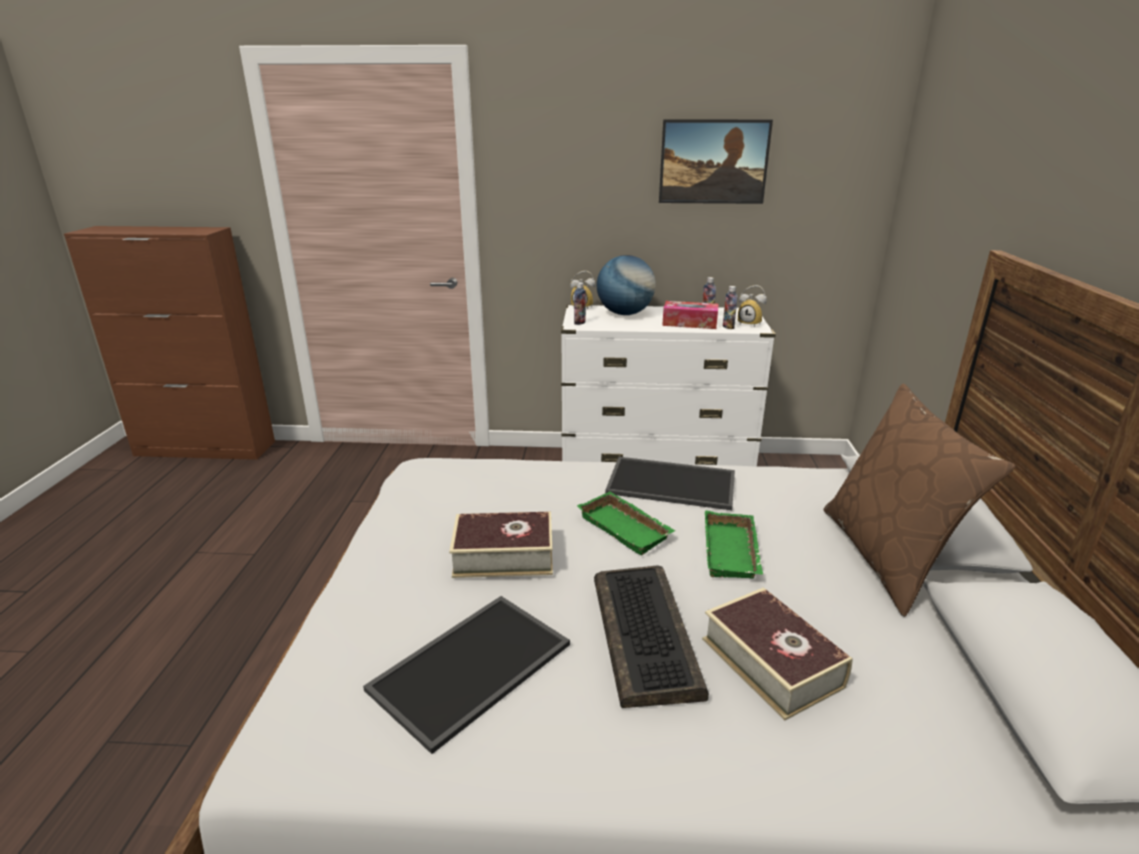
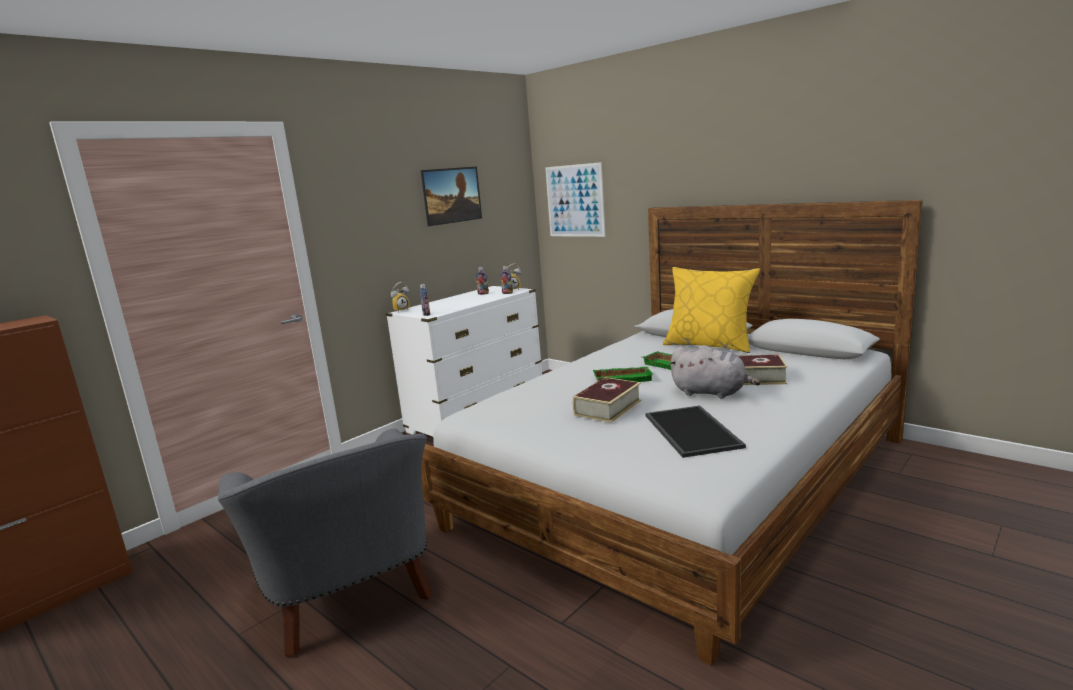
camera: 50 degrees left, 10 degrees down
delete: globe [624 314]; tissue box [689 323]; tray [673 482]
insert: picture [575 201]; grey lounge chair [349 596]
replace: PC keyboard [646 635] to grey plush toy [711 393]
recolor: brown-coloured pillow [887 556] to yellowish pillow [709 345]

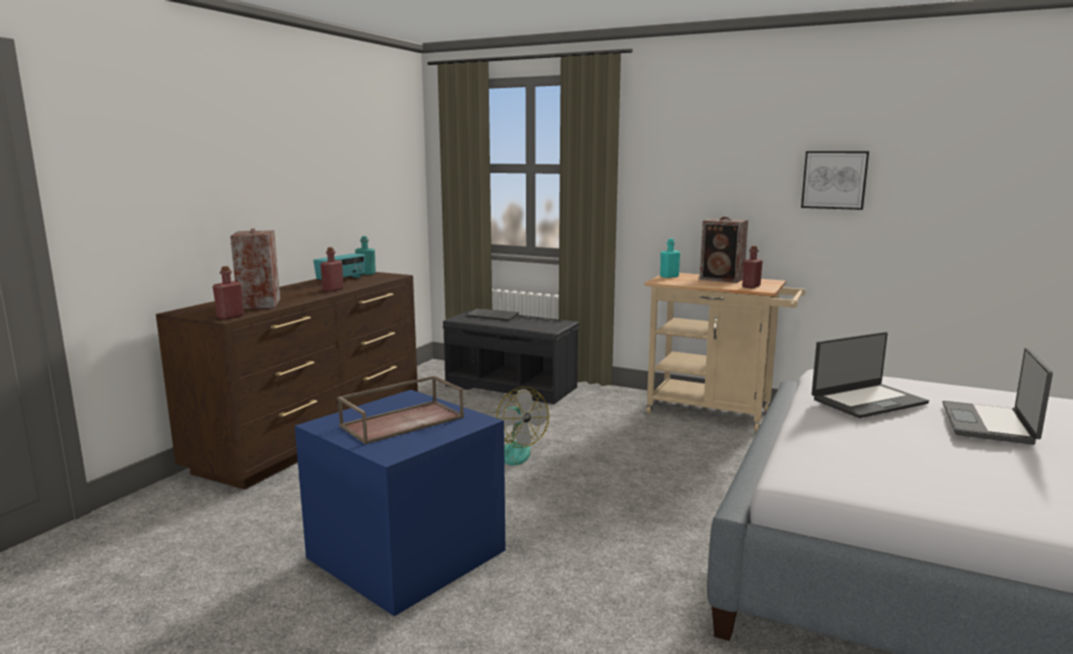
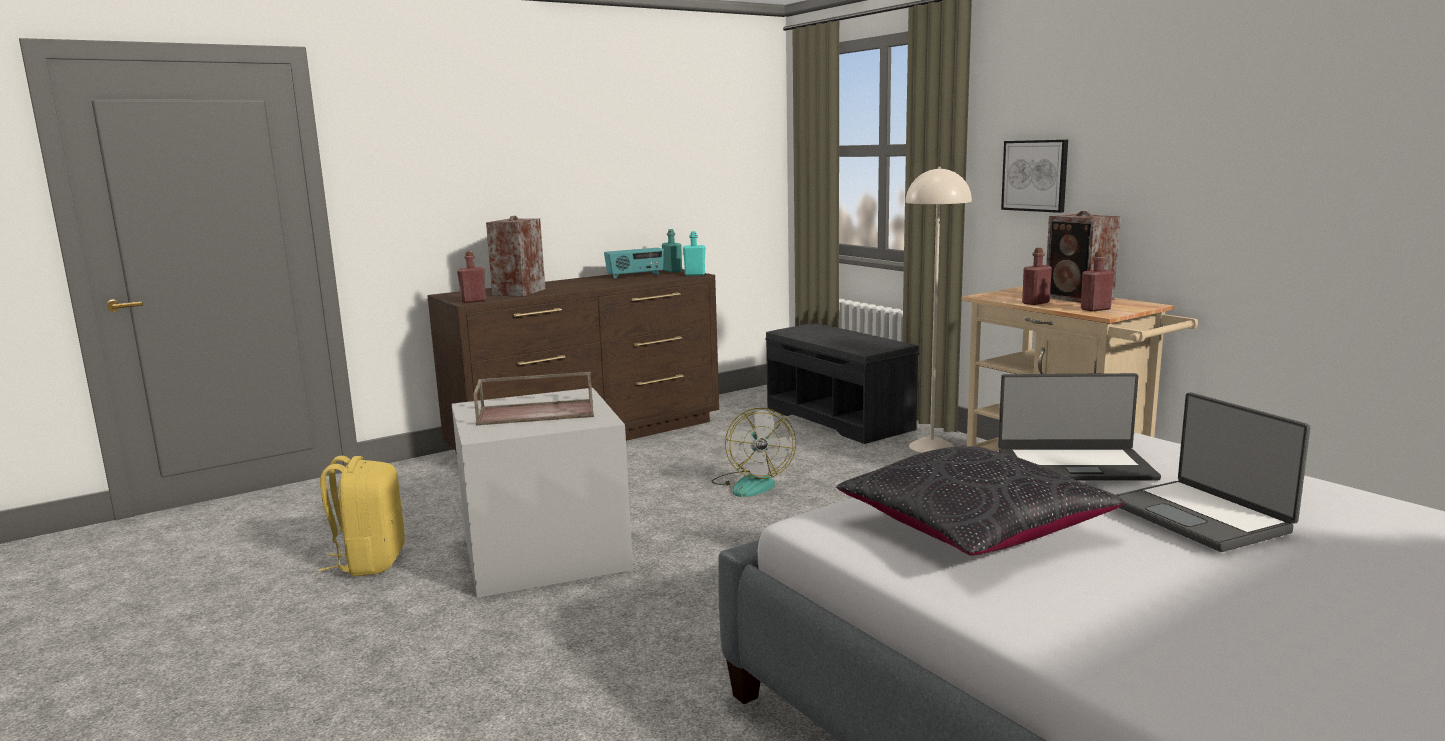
camera: 30 degrees right, 0 degrees up
delete: PC keyboard [493 316]
insert: sand-coloured standard lamp [932 446]; black-coloured pillow [974 528]; yellowish knapsack [370 562]
move: picture [834 180] to [1035 175]; turquoise-coloured bottle [669 276] to [695 274]; red bottle [333 289] to [1035 303]
recolor: bluish storage container [403 554] to grey storage container [542 551]
rotate: portable computer [990 424] = [1201 517] 75 degrees counterclockwise

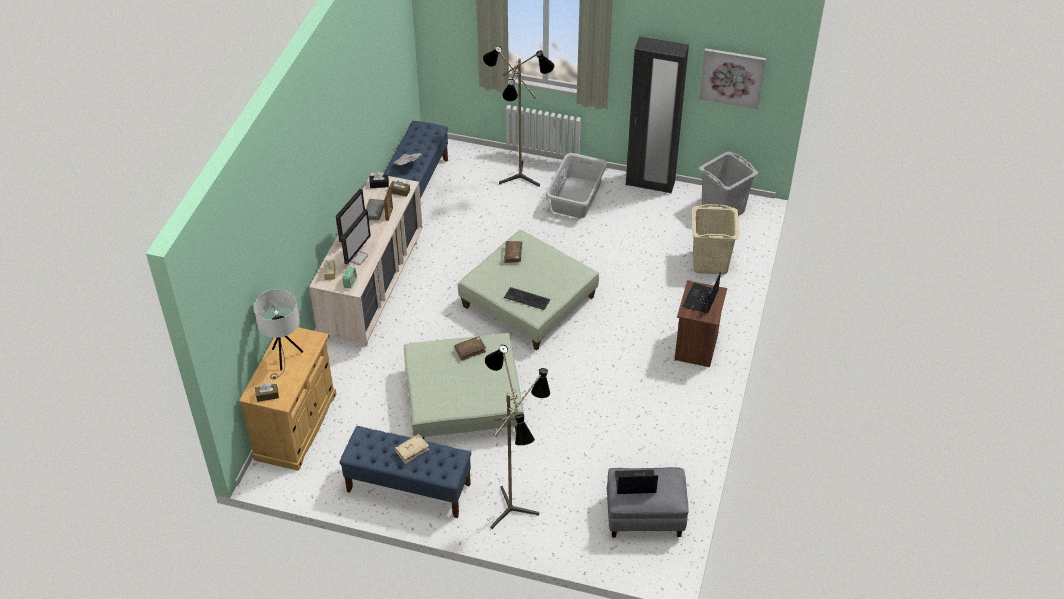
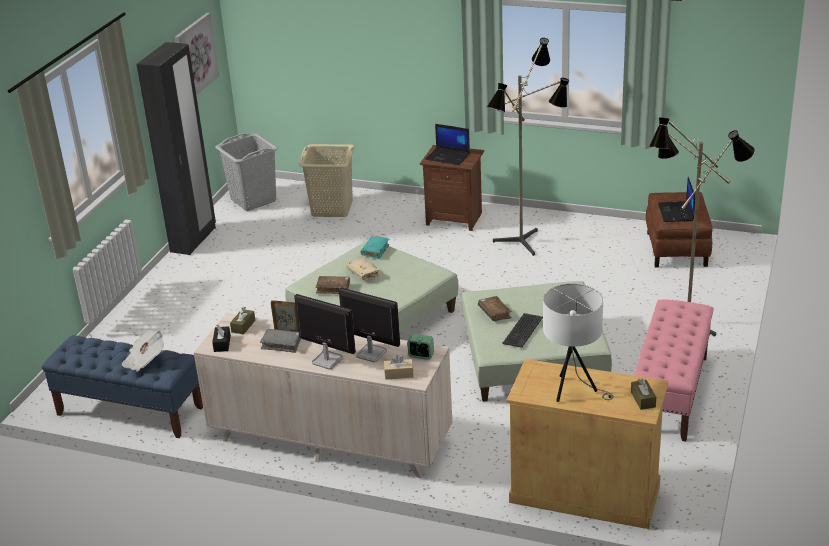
camera: 85 degrees left, 15 degrees down
delete: grey hamper [576 197]
insert: turquoise-coloured bound book [375 251]
move: standard lamp [518 180] to [526 244]; PC keyboard [527 298] to [522 330]; sand-coloured bound book [412 451] to [363 273]
recolor: bluish long seat [408 488] to pink long seat [670 394]; grey ottoman [644 516] to brown-coloured ottoman [677 249]

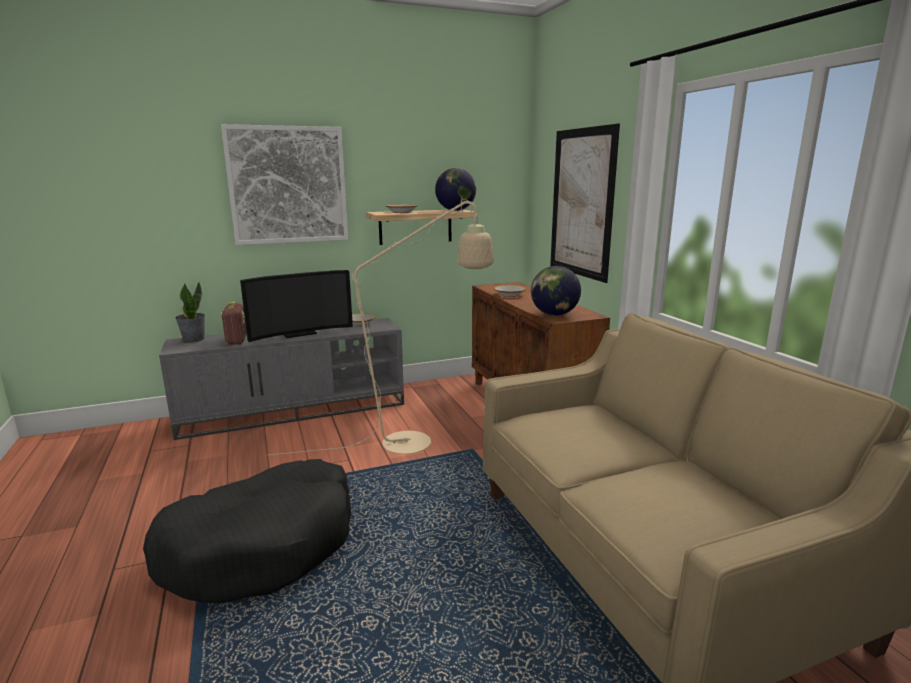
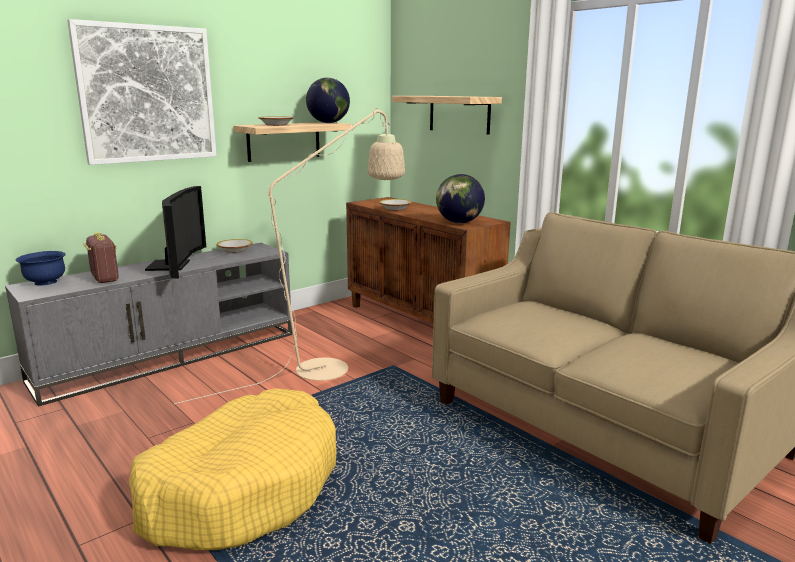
camera: 20 degrees left, 0 degrees up
replace: picture [581 203] to wall shelf [459 114]; plant in a pot [193 339] to bluish deep dish [45 282]
recolor: black-coloured pet bed [263 546] to yellowish pet bed [242 487]
rotate: TV [299 333] = [174 265] 45 degrees counterclockwise

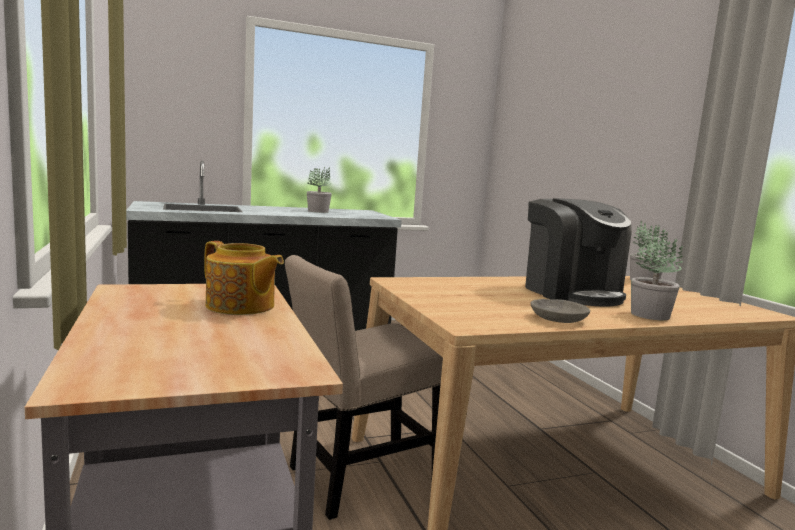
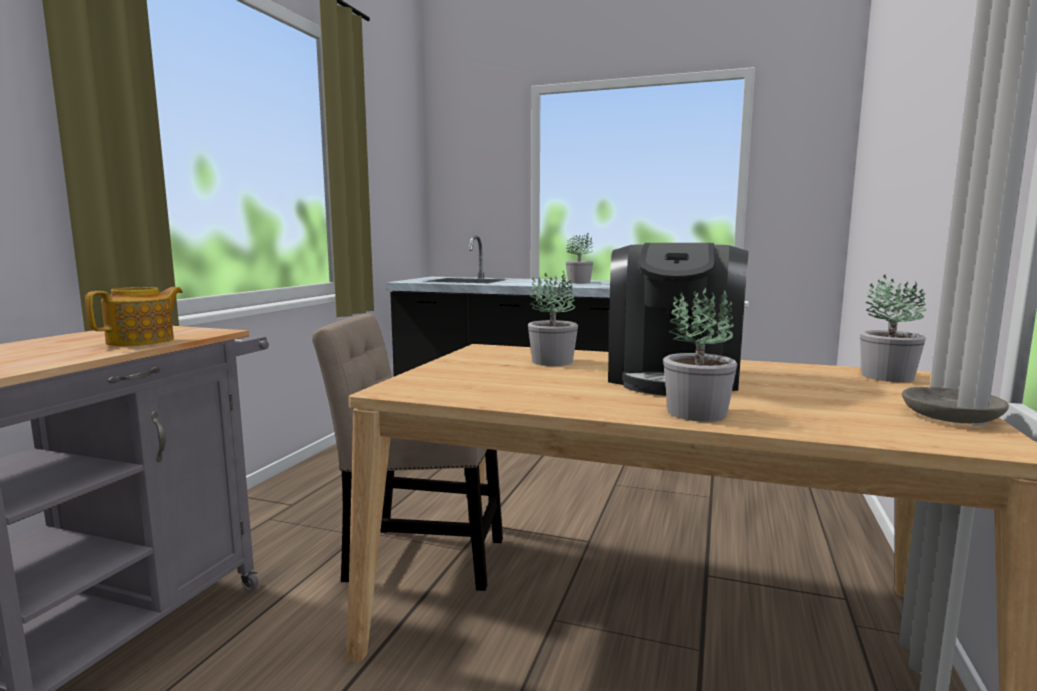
camera: 40 degrees right, 0 degrees up
insert: plant in a pot [552 361]
move: grey deep dish [558 318] to [951 417]
rotate: pot for tea [240 306] = [142 341] 135 degrees counterclockwise

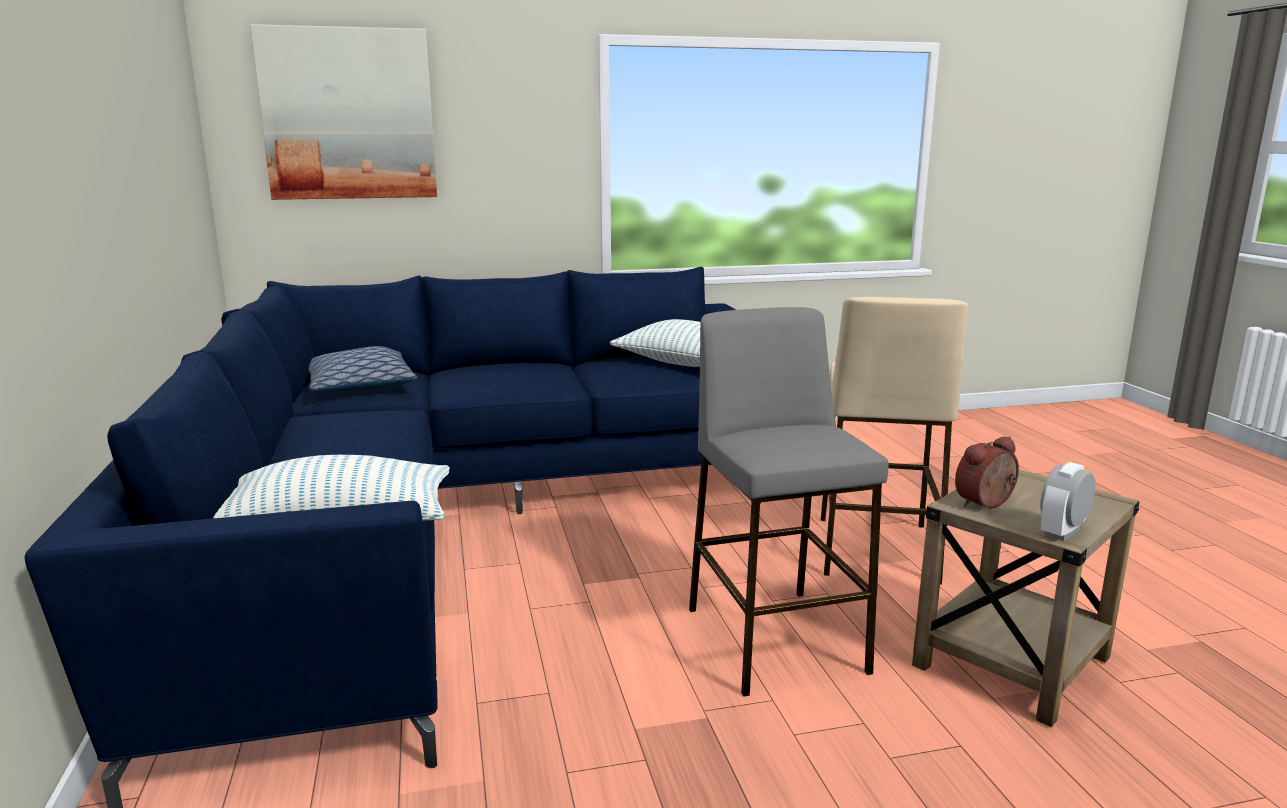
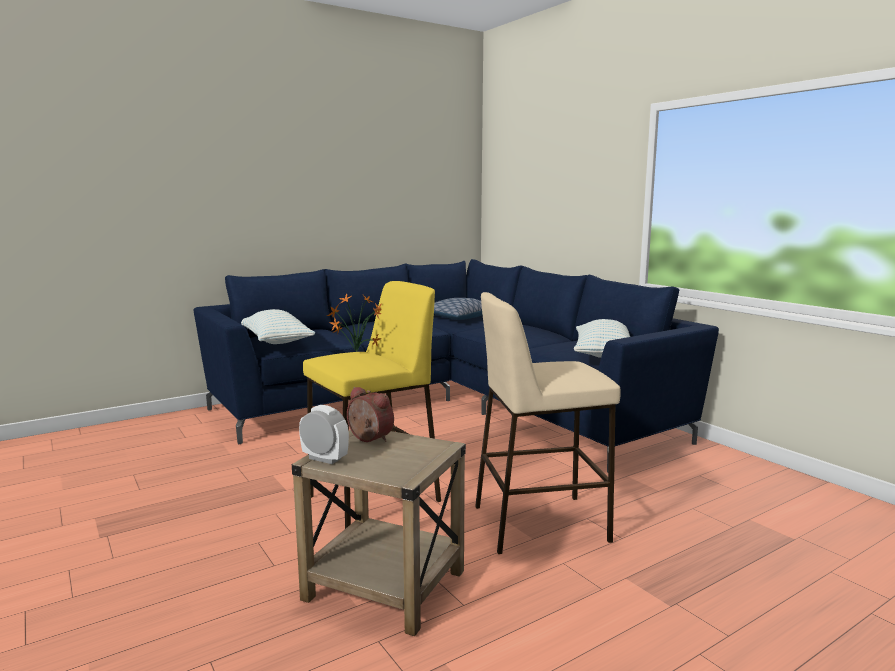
camera: 70 degrees right, 5 degrees down
delete: picture [348 114]
insert: plant in a pot [355 352]
recolor: grey stool [774 638] to yellowish stool [375 498]

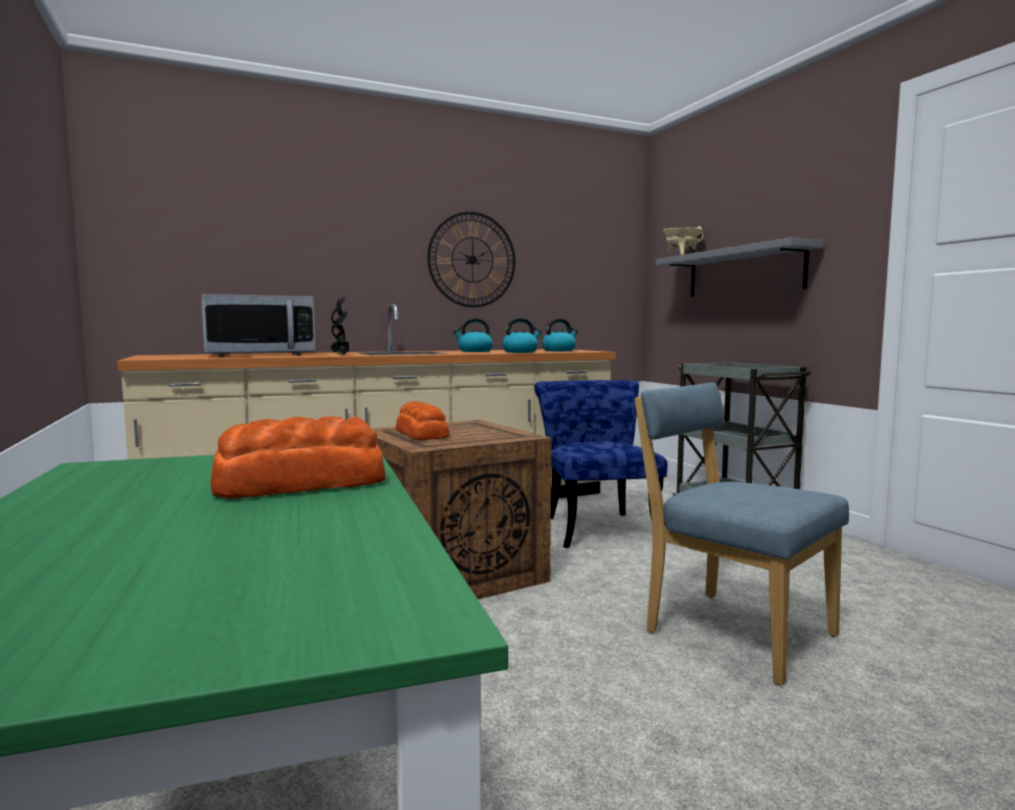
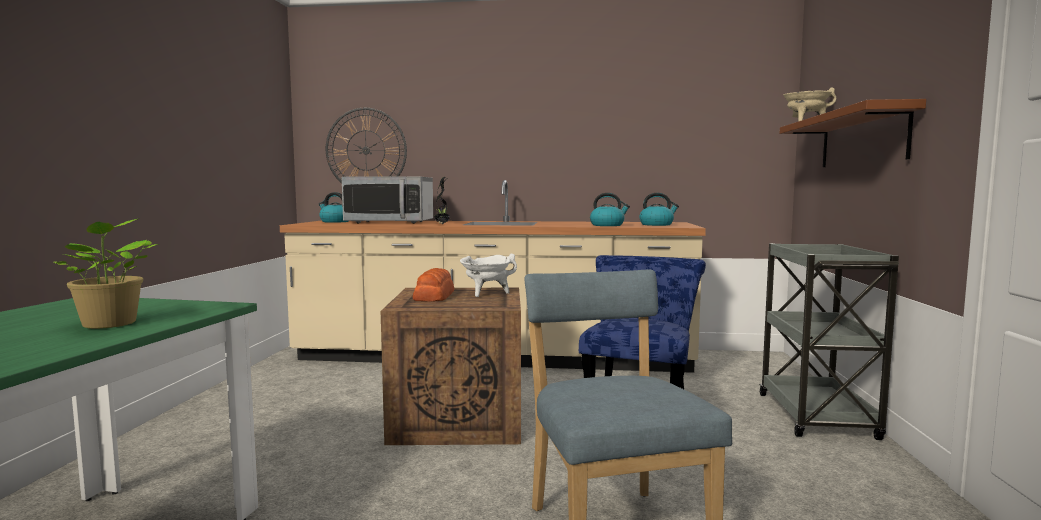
camera: 30 degrees right, 0 degrees up
insert: white stockpot [487 294]
move: clock on the wall [472 260] to [366 150]; kettle [474 351] to [335 221]
replace: baked bread [299 484] to plant in a pot [110 324]
recolor: grey wall shelf [744 272] to brown-coloured wall shelf [862 139]

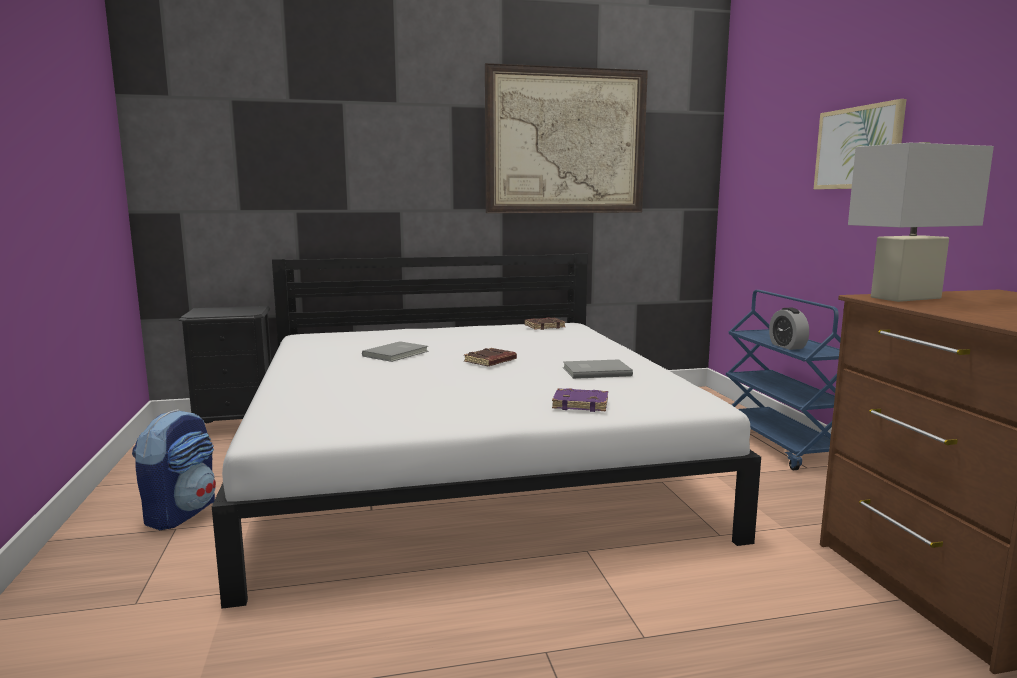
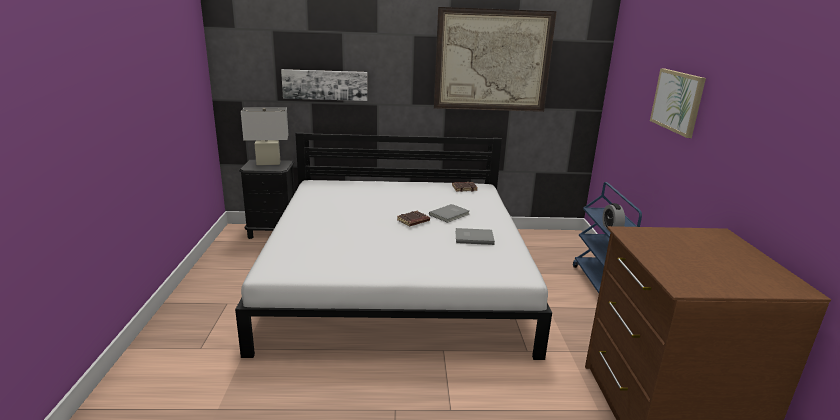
camera: 10 degrees right, 10 degrees up
delete: purple-coloured bound book [581 404]; knapsack [181 513]
insert: picture [325 85]
move: white tabletop lamp [905 298] to [268 163]; grey bound book [397 354] to [450 214]

